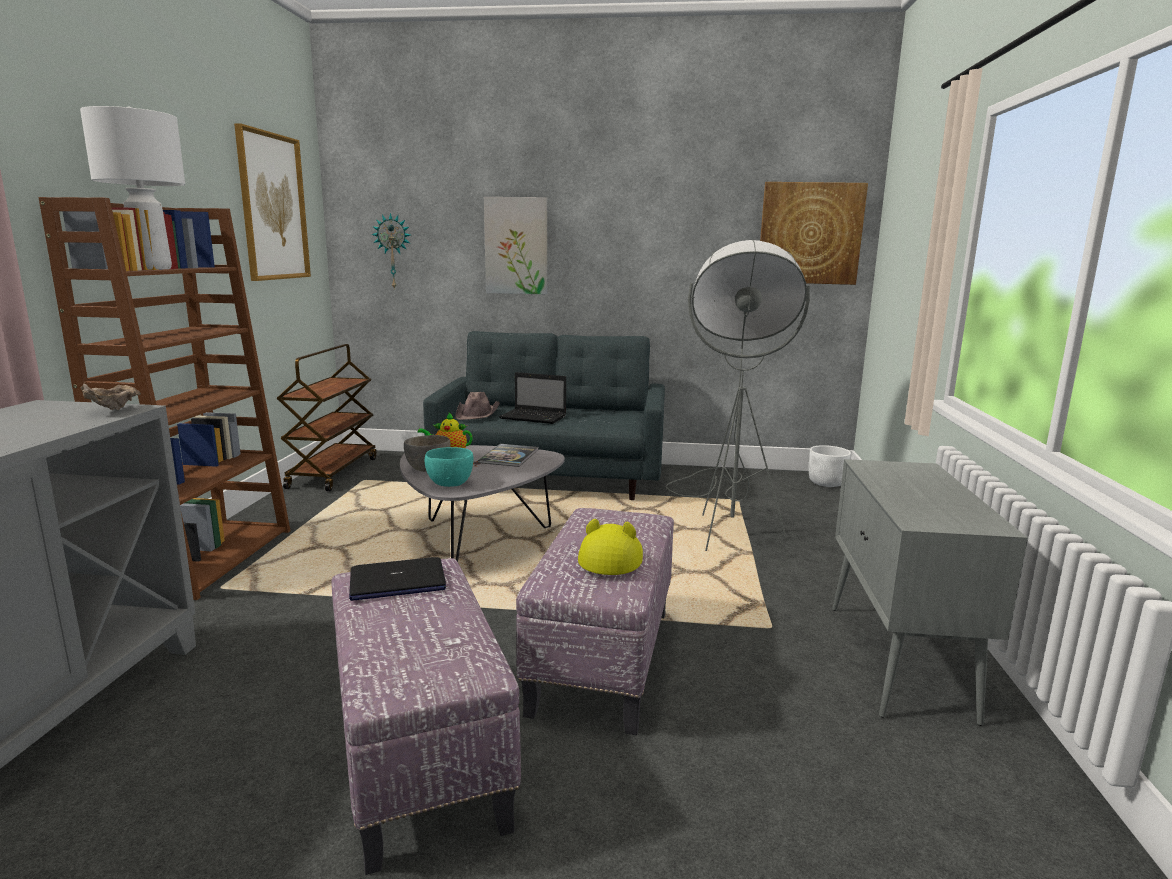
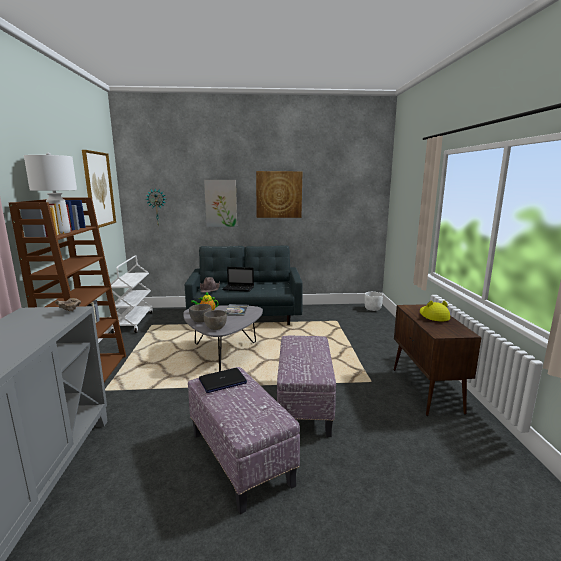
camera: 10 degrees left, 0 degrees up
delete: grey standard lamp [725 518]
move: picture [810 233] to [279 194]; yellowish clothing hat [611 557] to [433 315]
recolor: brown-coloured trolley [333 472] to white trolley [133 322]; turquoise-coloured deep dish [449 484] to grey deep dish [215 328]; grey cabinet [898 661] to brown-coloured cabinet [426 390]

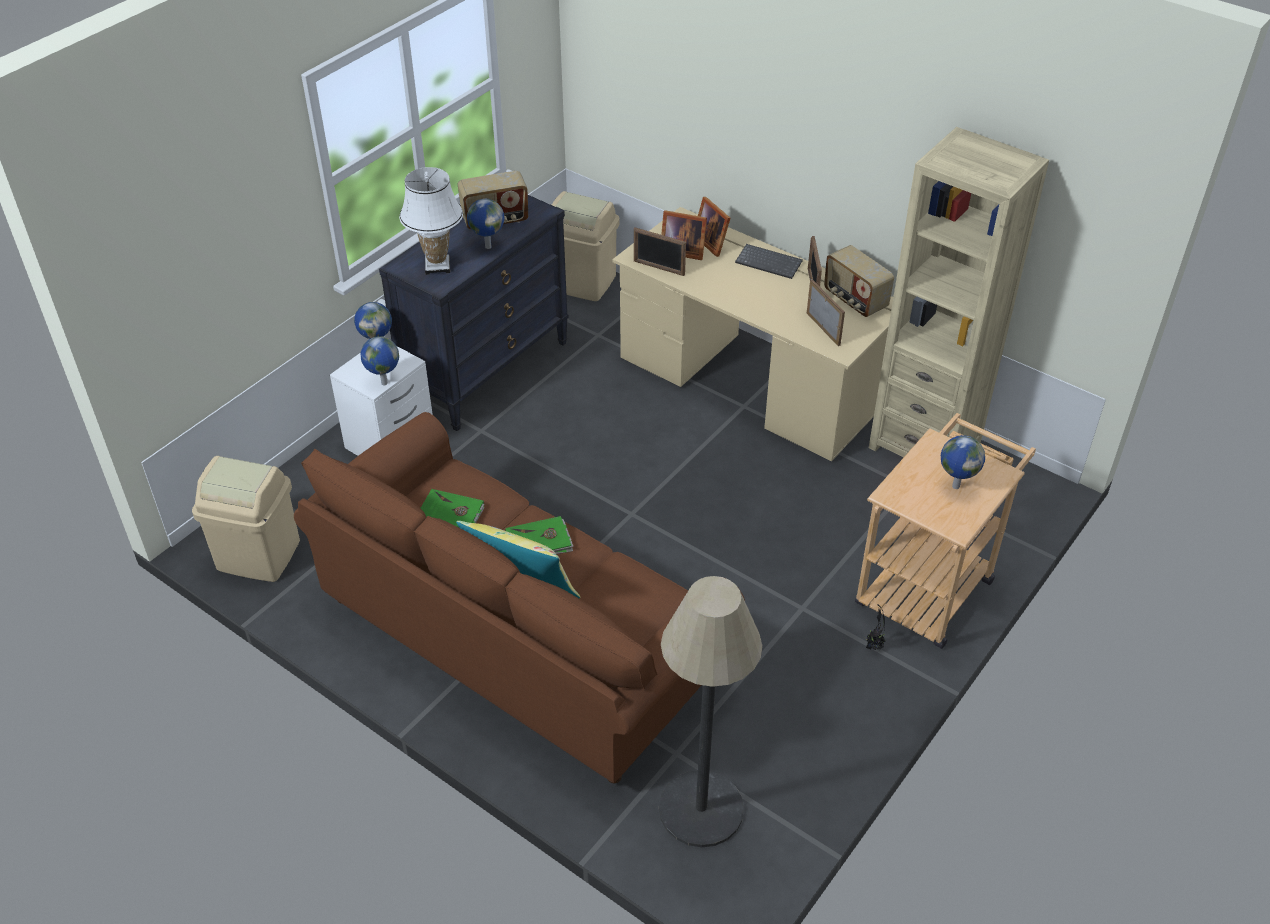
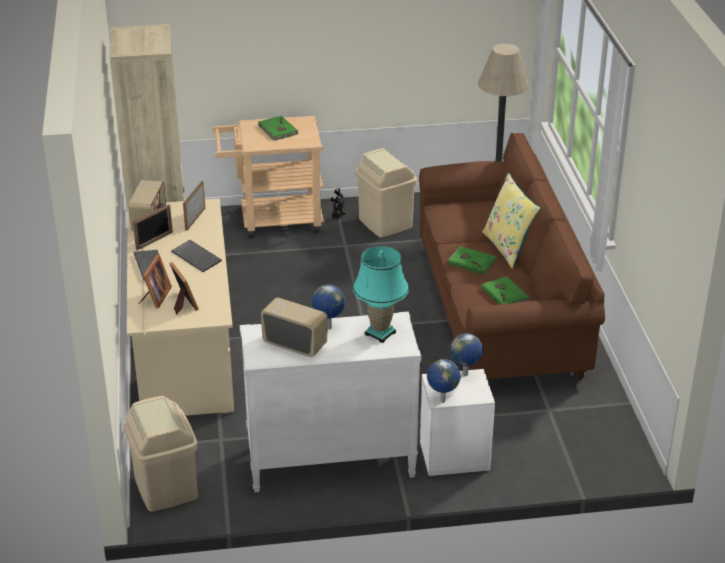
camera: 135 degrees left, 10 degrees down
delete: standing frame [659 268]
insert: PC keyboard [197 257]
move: sand-coloured trash can [259 554] to [385 223]
replace: globe [955 486] to green-coloured bound book [277 130]
recolor: white tabletop lamp [437 266] to turquoise-coloured tabletop lamp [380 333]; black-coloured dresser [487 371] to white dresser [330 463]

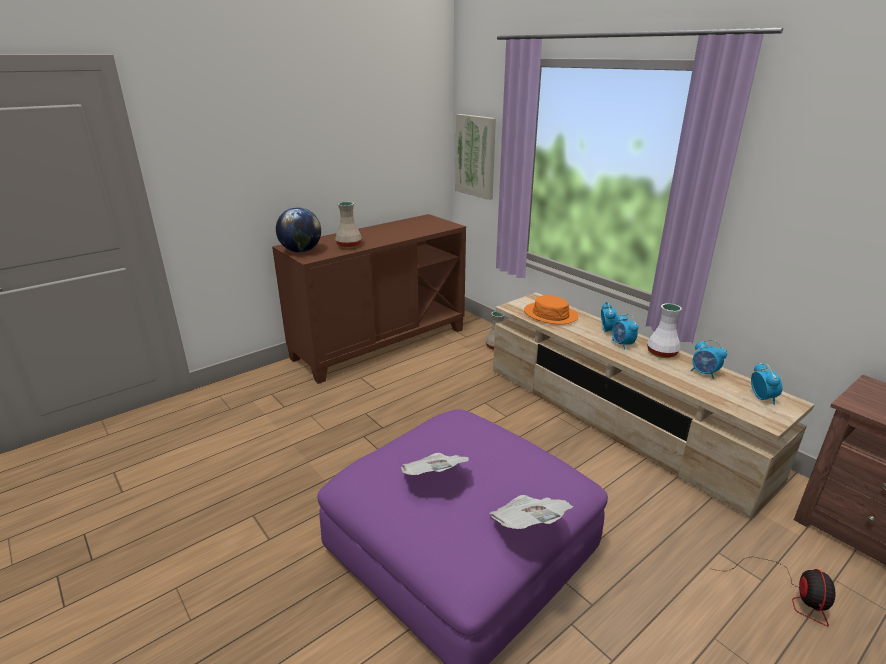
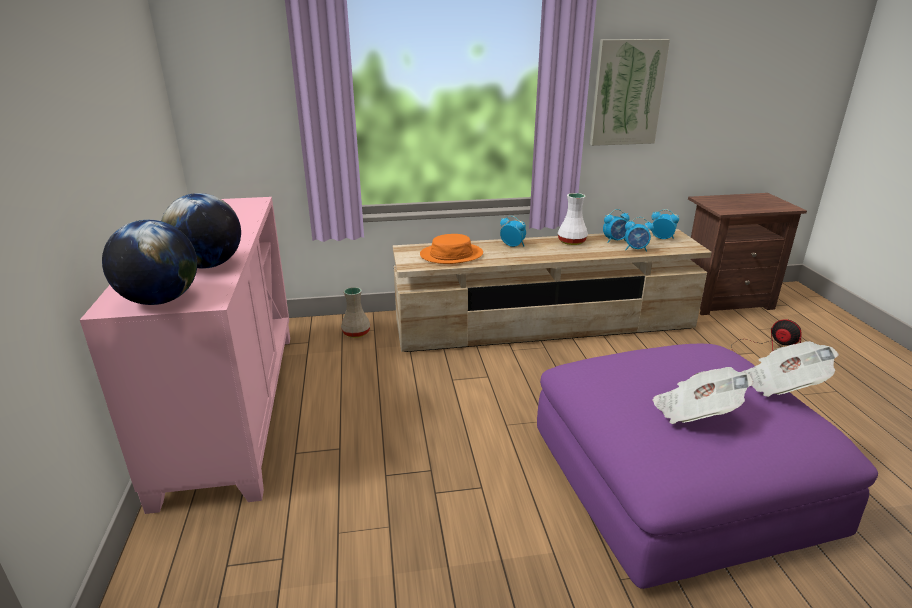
camera: 60 degrees left, 0 degrees up
move: picture [476 156] to [627 93]; table clock [622 344] to [636 249]
replace: sand-coloured flower vase [348 246] to globe [208 265]
recolor: brown-coloured cabinet [380 343] to pink cabinet [231 408]

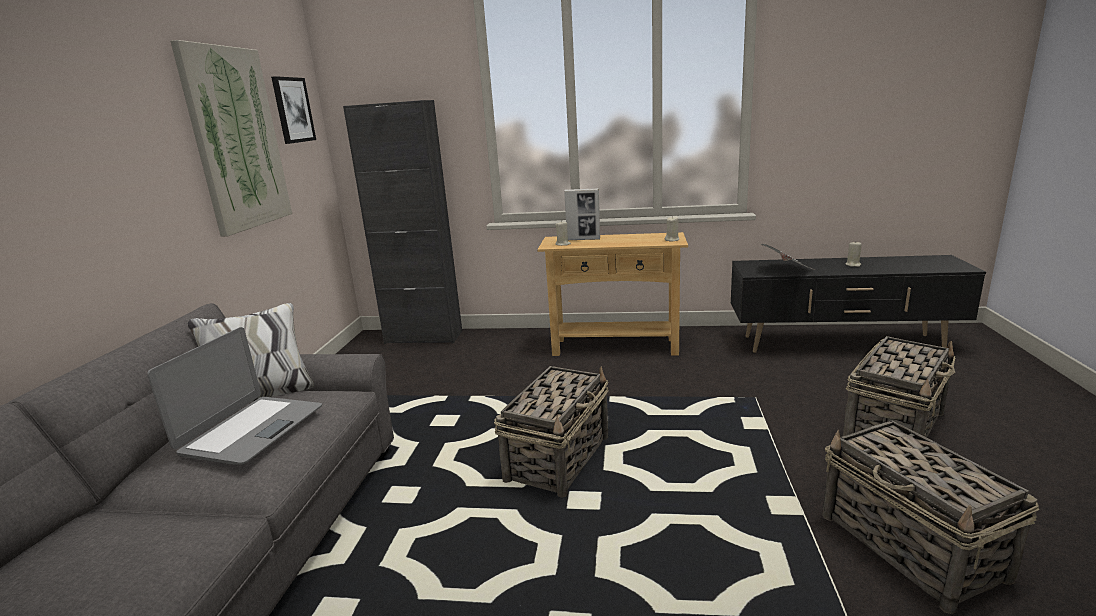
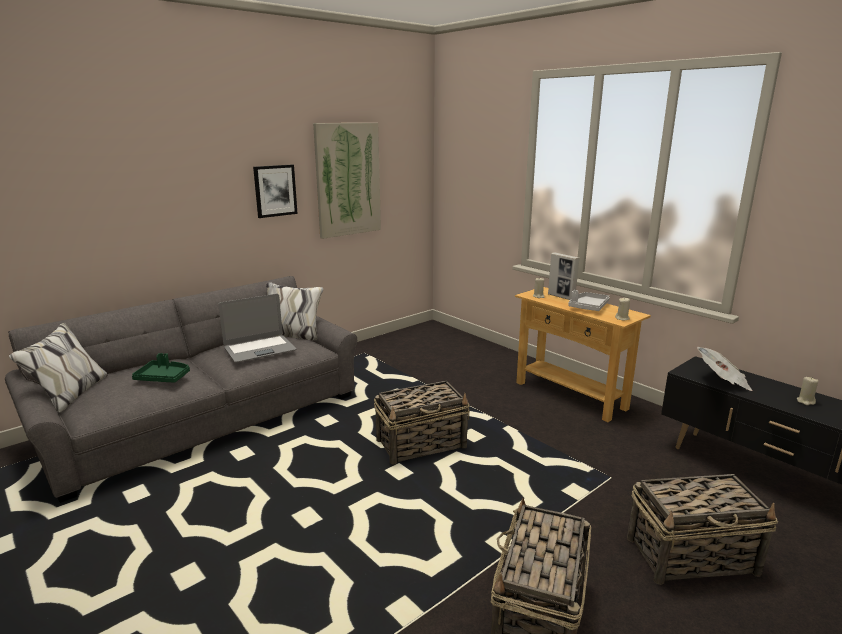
camera: 40 degrees right, 0 degrees up
delete: black-coloured cabinet [423 337]
insert: grey tray [588 307]; green-coloured tray [163 377]
move: picture [293 110] to [275 190]

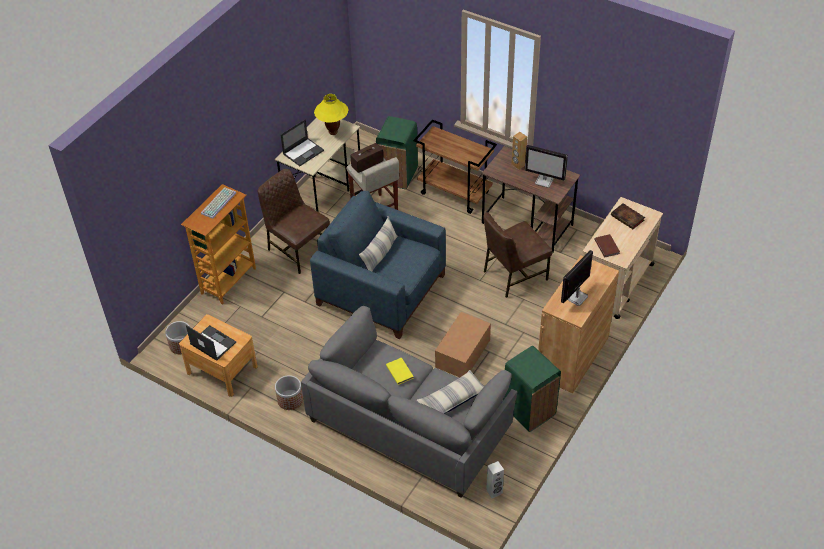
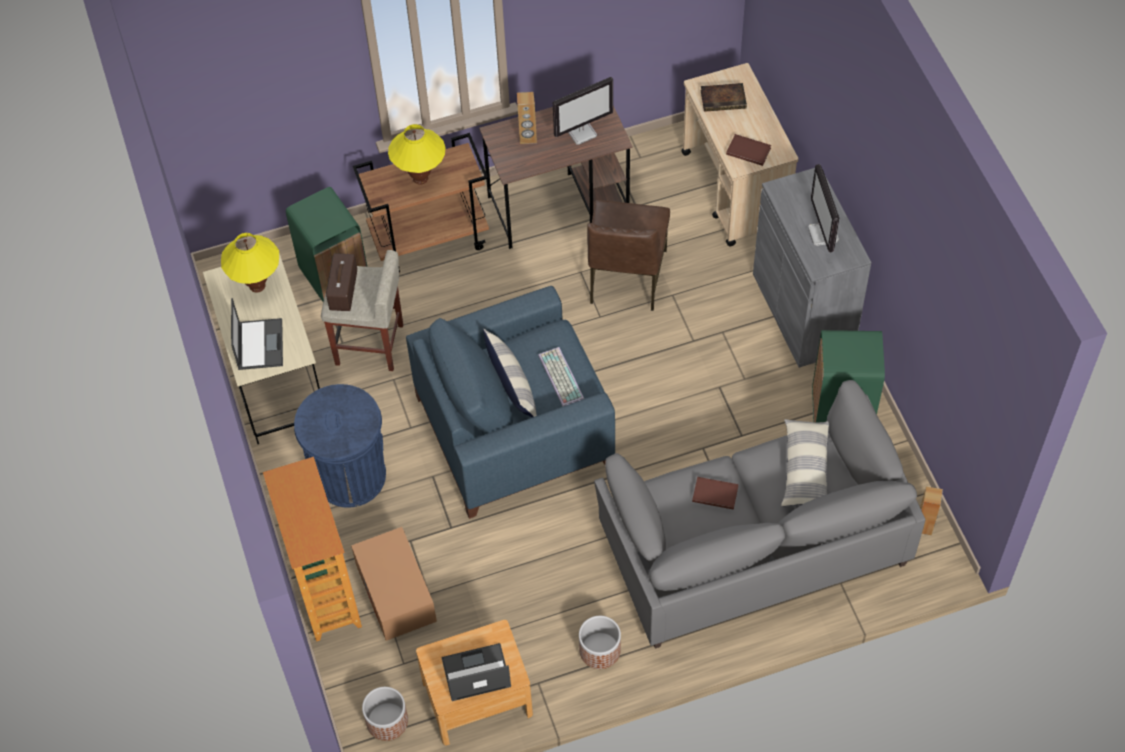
camera: 50 degrees left, 10 degrees up
insert: yellowish tabletop lamp [420 179]
move: PC keyboard [218 202] to [559 377]; carton [463 353] to [396 592]
replace: brown-coloured chair [298 249] to bluish trash can [350 476]
recolor: brown-coloured cabinet [572 357] to grey cabinet [803 311]; yellowish bound book [400 371] to brown-coloured bound book [714 493]; white audio speaker [494 492] to brown-coloured audio speaker [924 526]

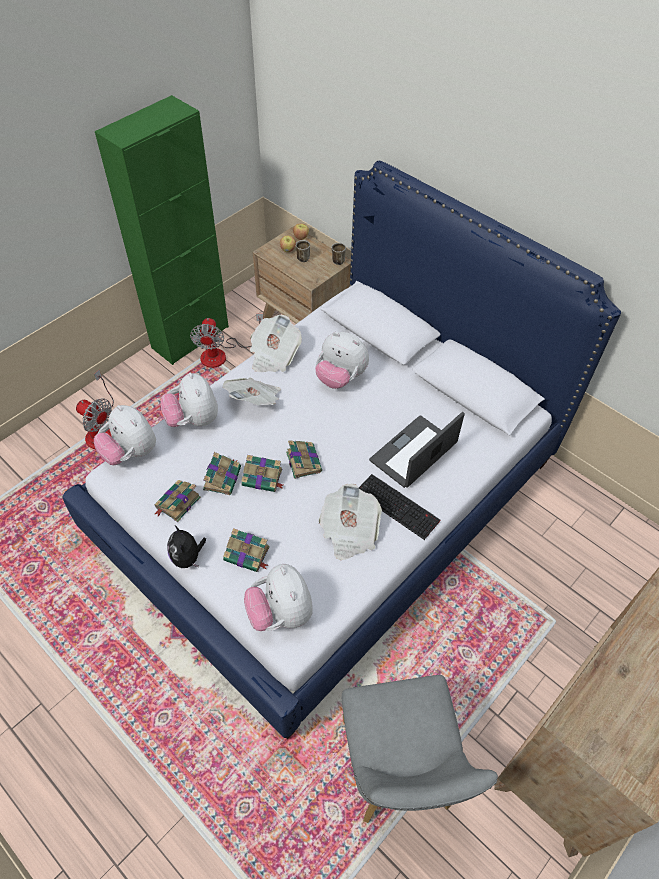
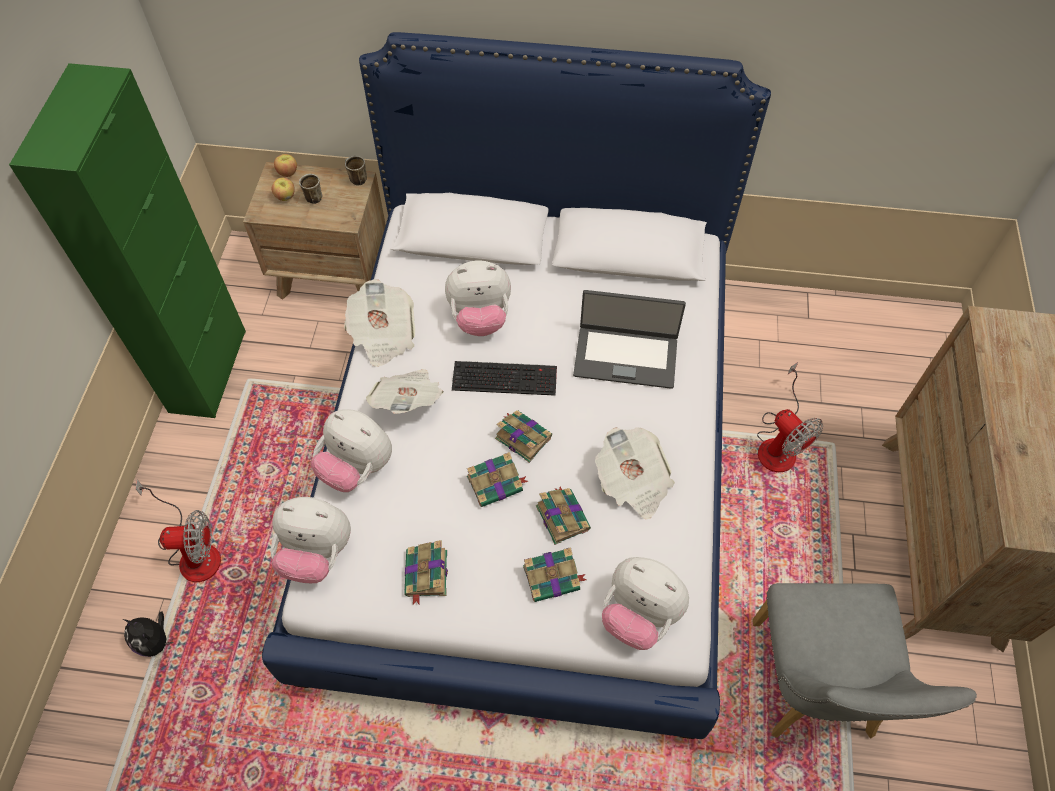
camera: 35 degrees left, 5 degrees up
move: fan [222 354] to [778 443]; bound book [222 477] to [562 516]; PC keyboard [398 506] to [506 377]; plush toy [188 558] to [155 641]
rotate: portable computer [414 453] = [625 356] 90 degrees counterclockwise; grey chair [398 772] = [814 689] 45 degrees clockwise

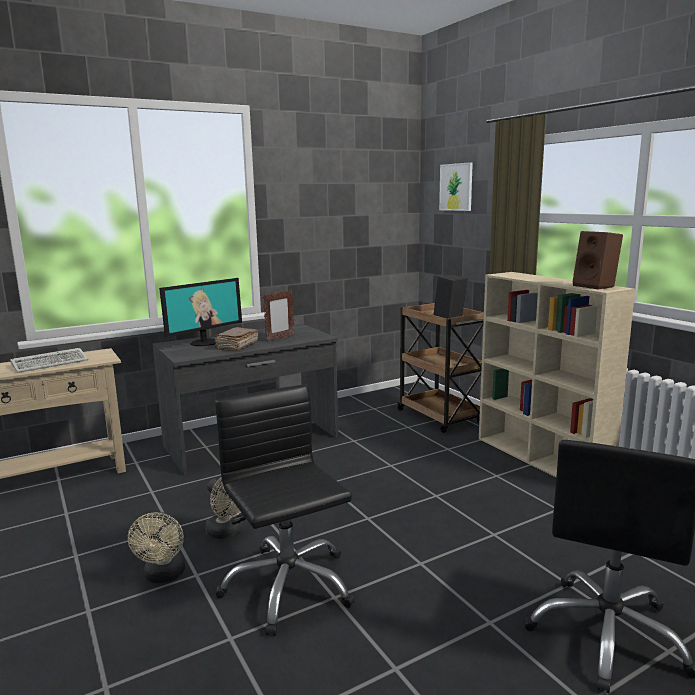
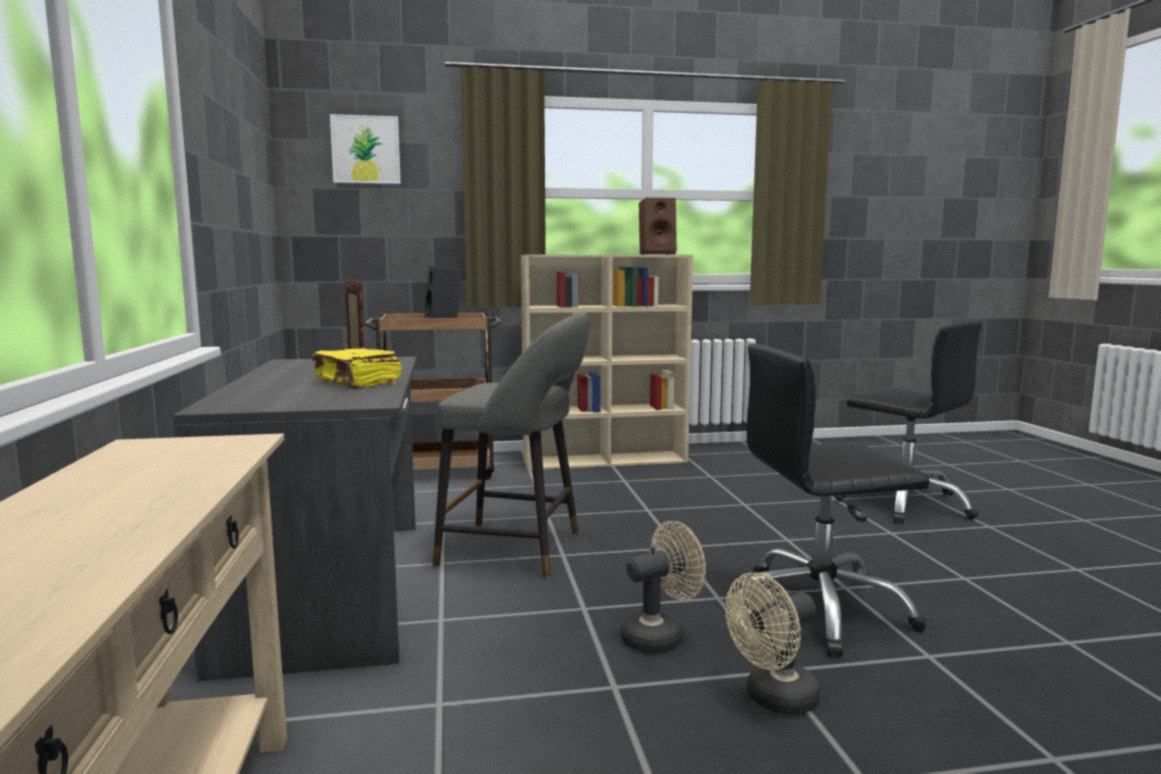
camera: 70 degrees left, 5 degrees down
delete: computer display [205 342]; PC keyboard [52 363]
insert: grey stool [519 550]
recolor: brown-coloured bound book [236 346] to yellowish bound book [357 382]
rotate: sand-coloured fan [163 576] = [773 700] 135 degrees clockwise

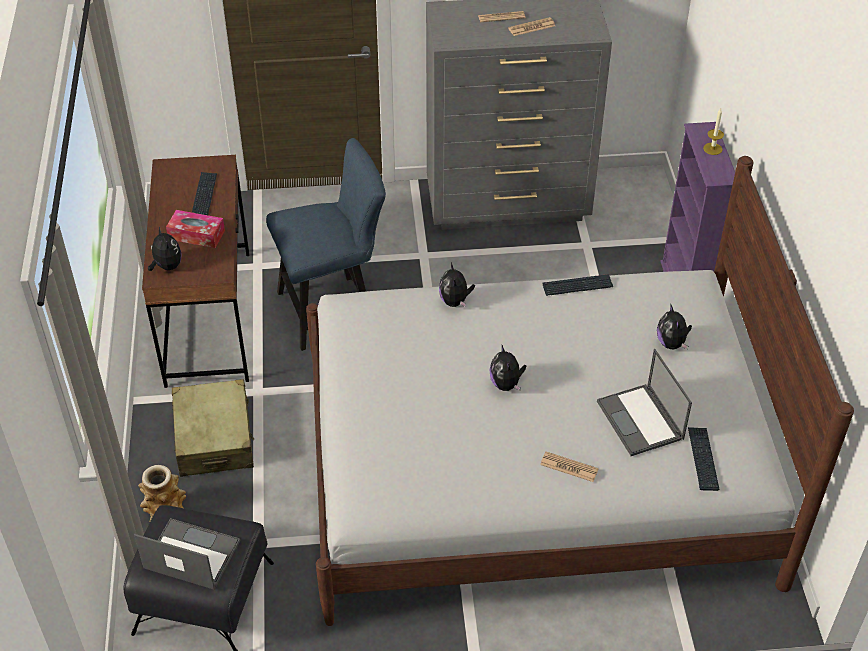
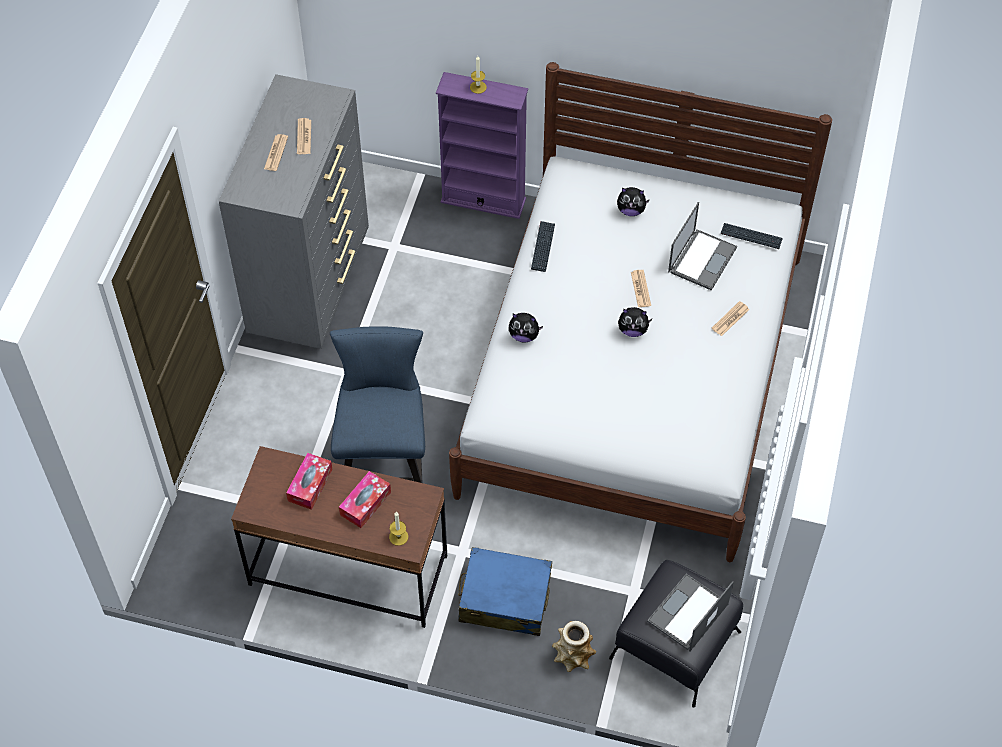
camera: 70 degrees left, 10 degrees up
insert: newspaper [640 289]
replace: PC keyboard [204 195] to tissue box [310 485]; plush toy [166 266] to wax light [398 537]
recolor: sand-coloured suitcase [214 438] to bluish suitcase [504 599]
rotate: portable computer [641 421] = [702 259] 60 degrees counterclockwise

